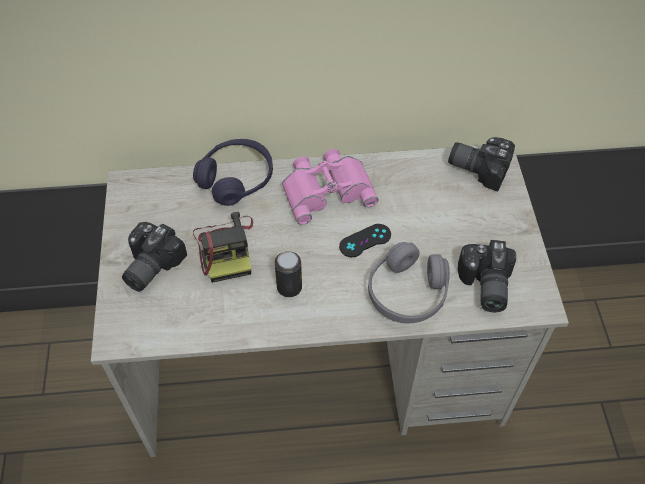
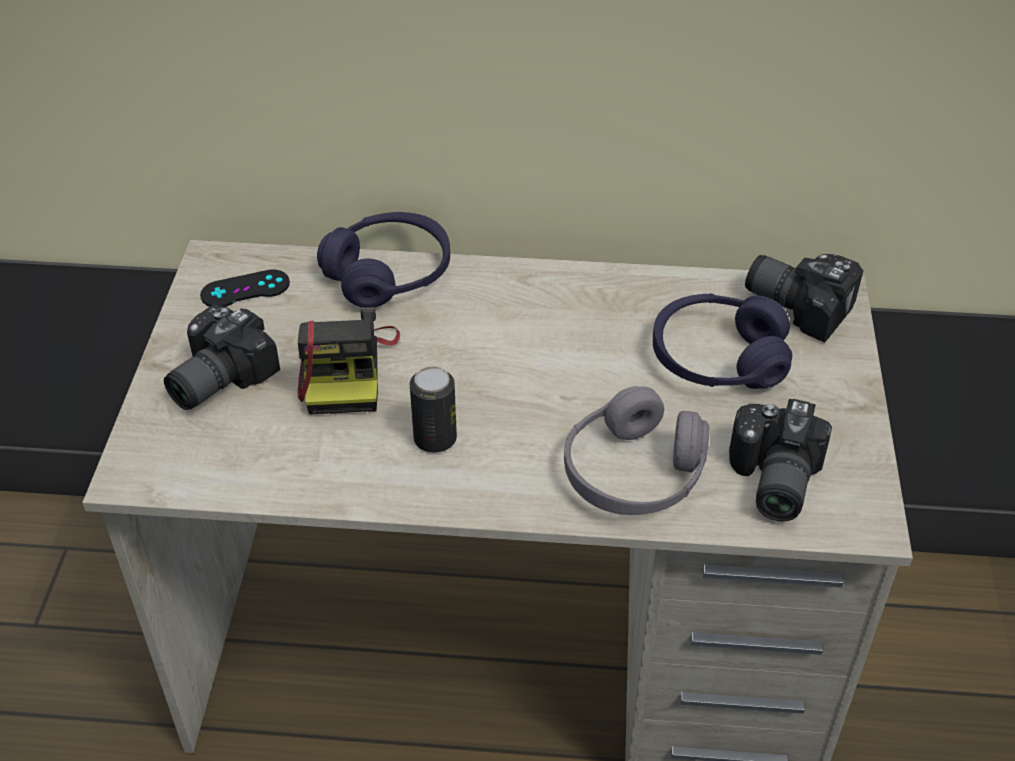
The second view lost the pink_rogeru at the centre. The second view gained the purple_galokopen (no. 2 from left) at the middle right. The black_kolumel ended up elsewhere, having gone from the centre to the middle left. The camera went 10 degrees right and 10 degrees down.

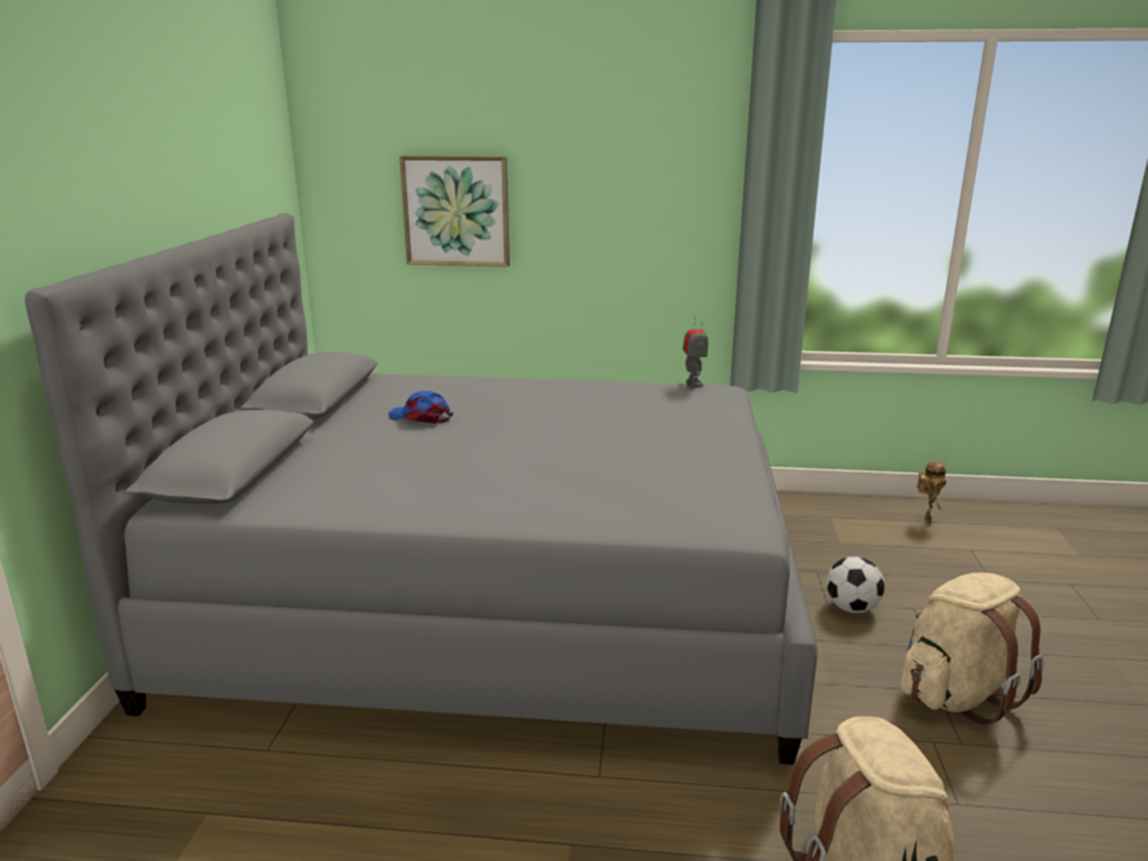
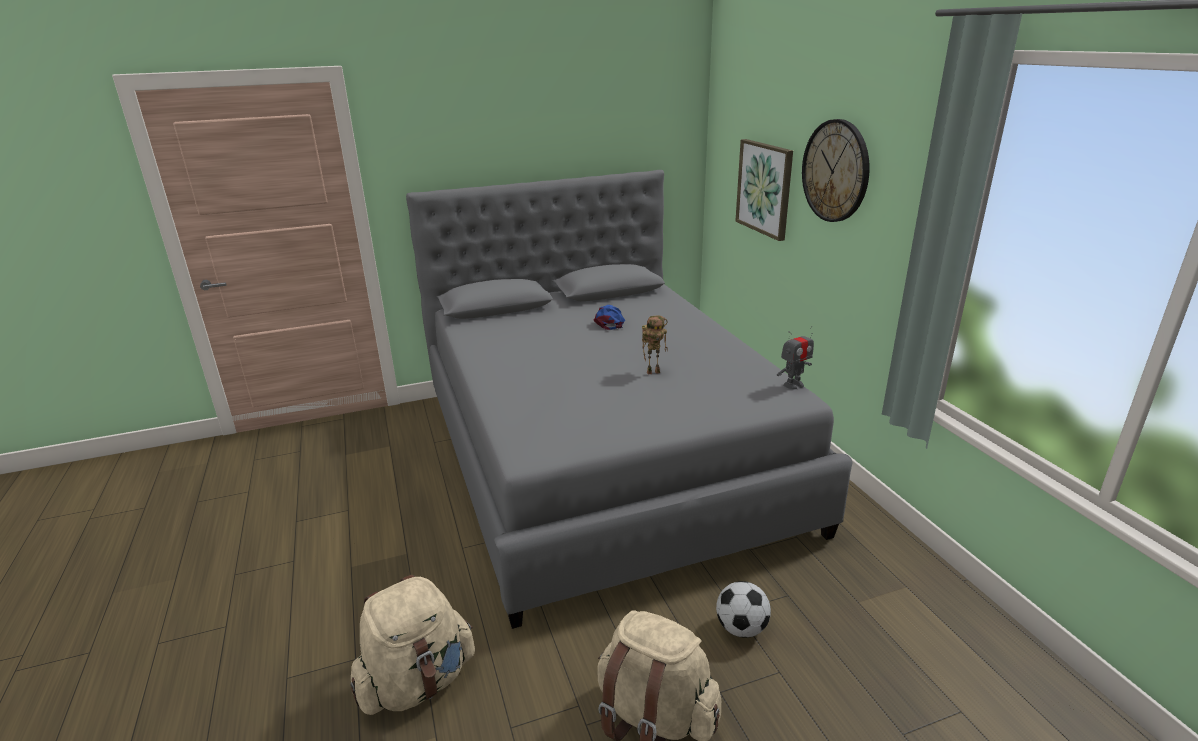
The second view gained the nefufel at the top right. The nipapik (no. 2 from left in the first image) ended up elsewhere, having gone from the middle right to the centre. The camera went 65 degrees right and 5 degrees up.

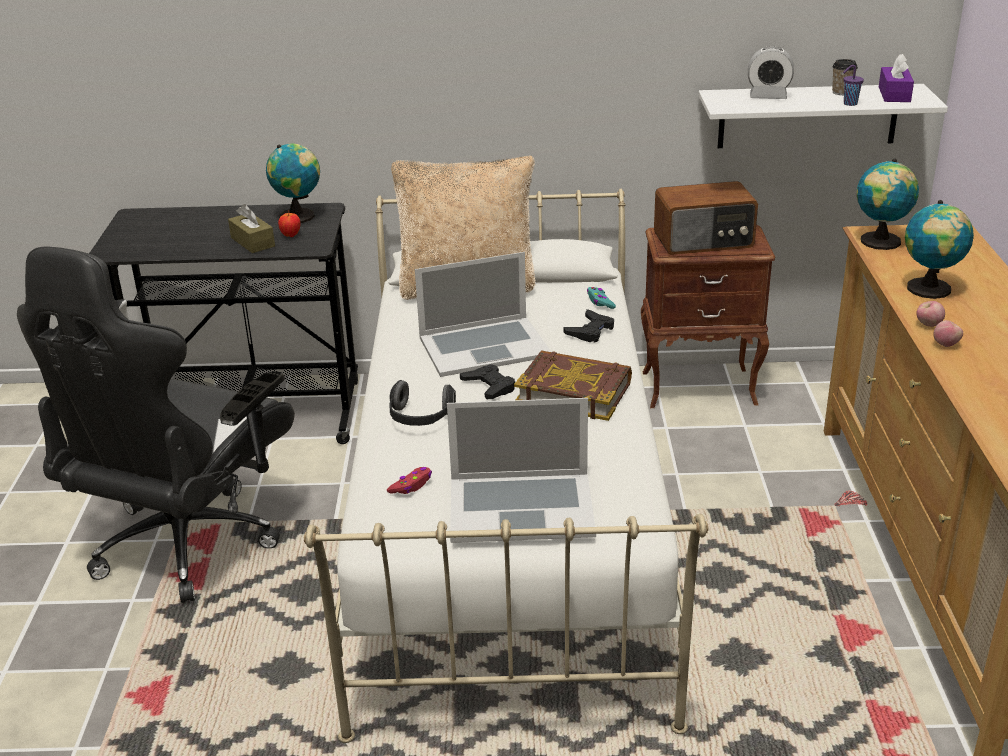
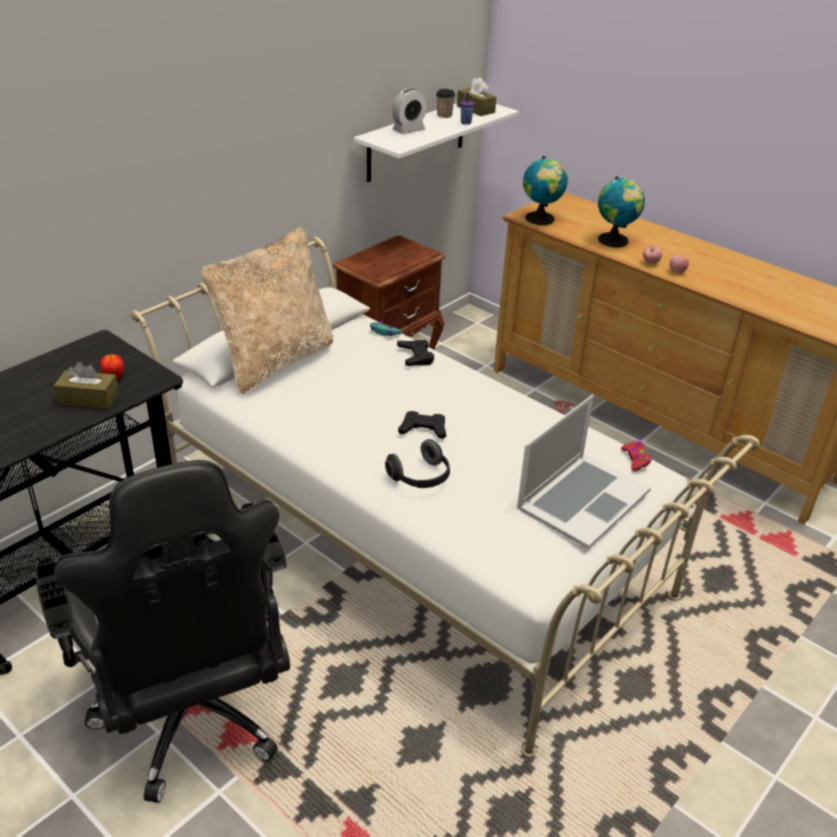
The second view lost the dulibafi (no. 1 from left) at the top left. The second view lost the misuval (no. 1 from left) at the centre. The second view lost the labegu at the centre. The second view lost the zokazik at the top right. The red_kolumel ended up elsewhere, having gone from the centre to the middle right. What was the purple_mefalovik at the top right turned into the brown_mefalovik (no. 2 from left) at the top centre. The camera went 50 degrees left and 5 degrees up.

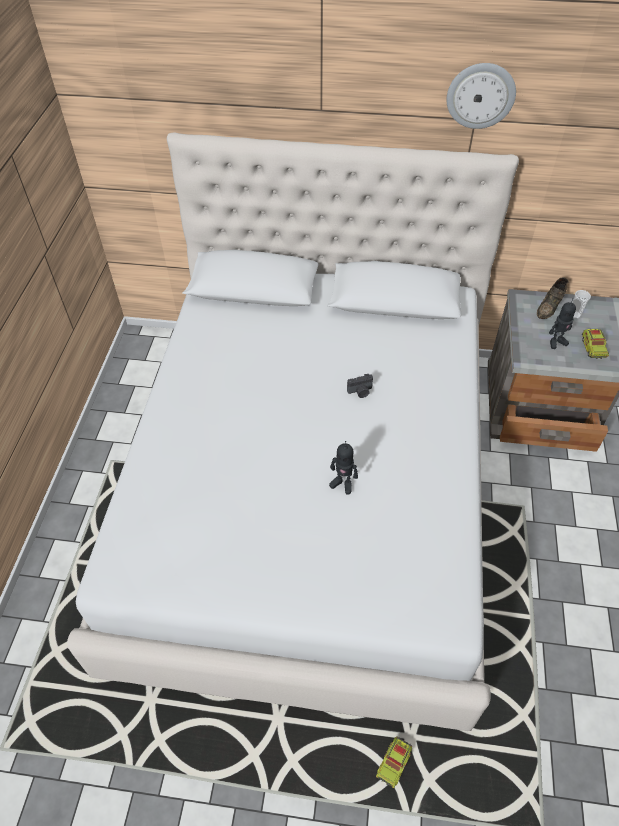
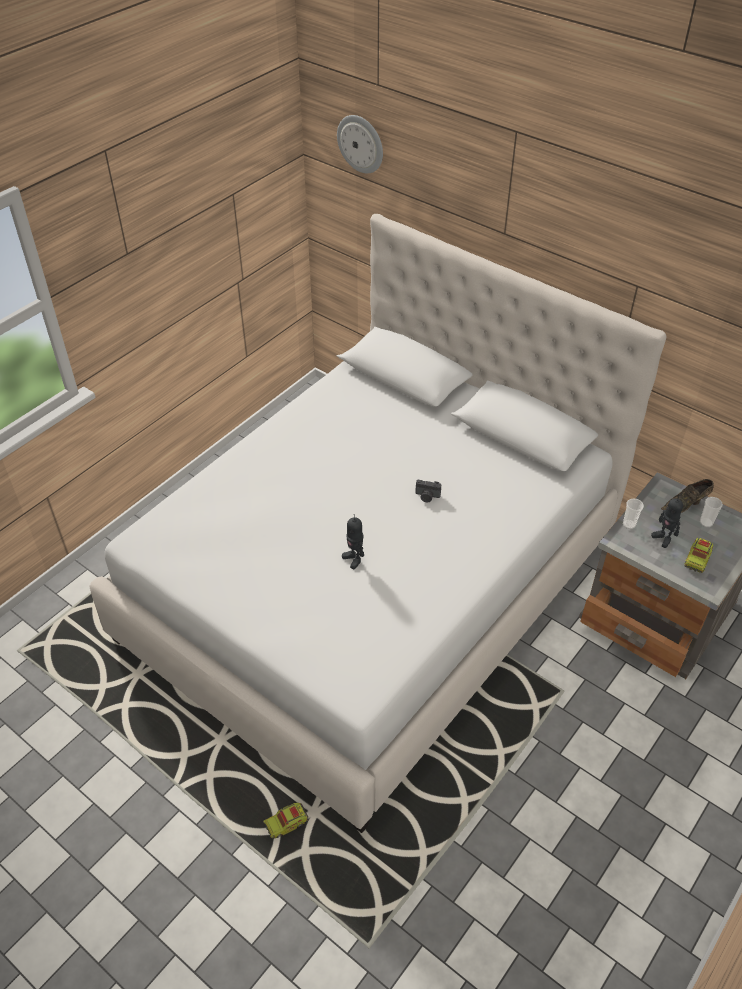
The second view gained the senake (no. 1 from left) at the middle right. The nefufel ended up elsewhere, having gone from the top right to the top centre. The nipapik (no. 2 from left) at the middle right ended up facing another way, 45 degrees clockwise from before. The camera went 30 degrees right and 5 degrees down.

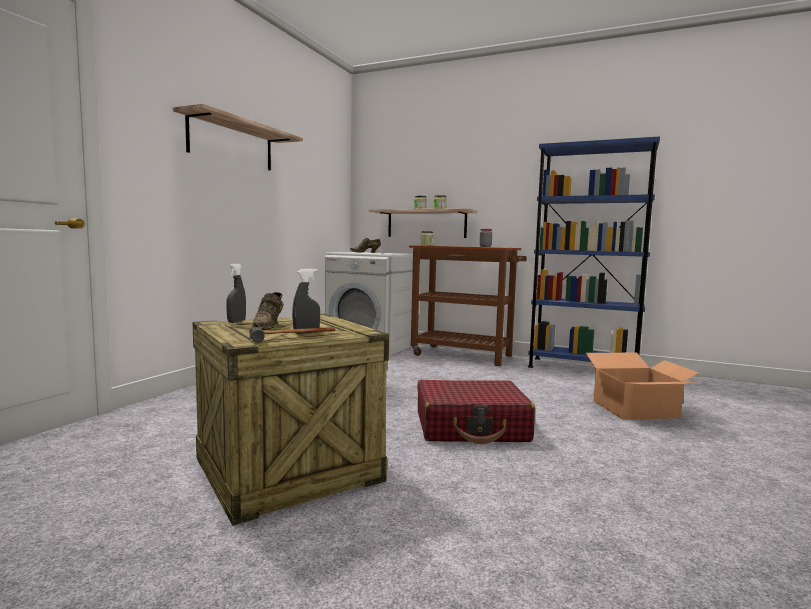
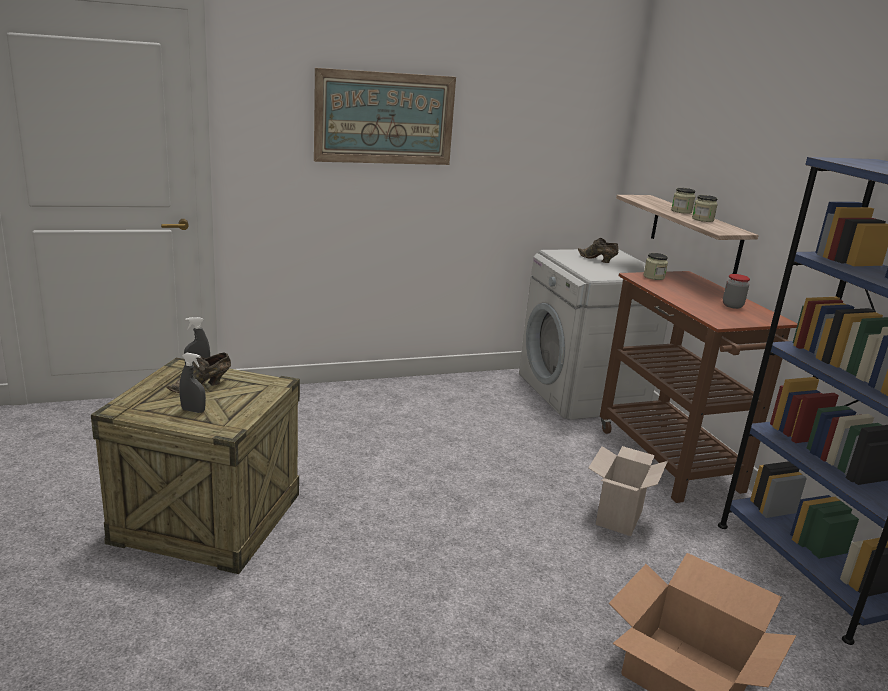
The second view lost the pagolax at the centre. The second view lost the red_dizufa at the bottom centre. The second view gained the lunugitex (no. 1 from left) at the bottom right. Where the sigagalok (no. 1 from left) hung at the top left, the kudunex came to hang at the top centre. The camera went 45 degrees right and 15 degrees up.

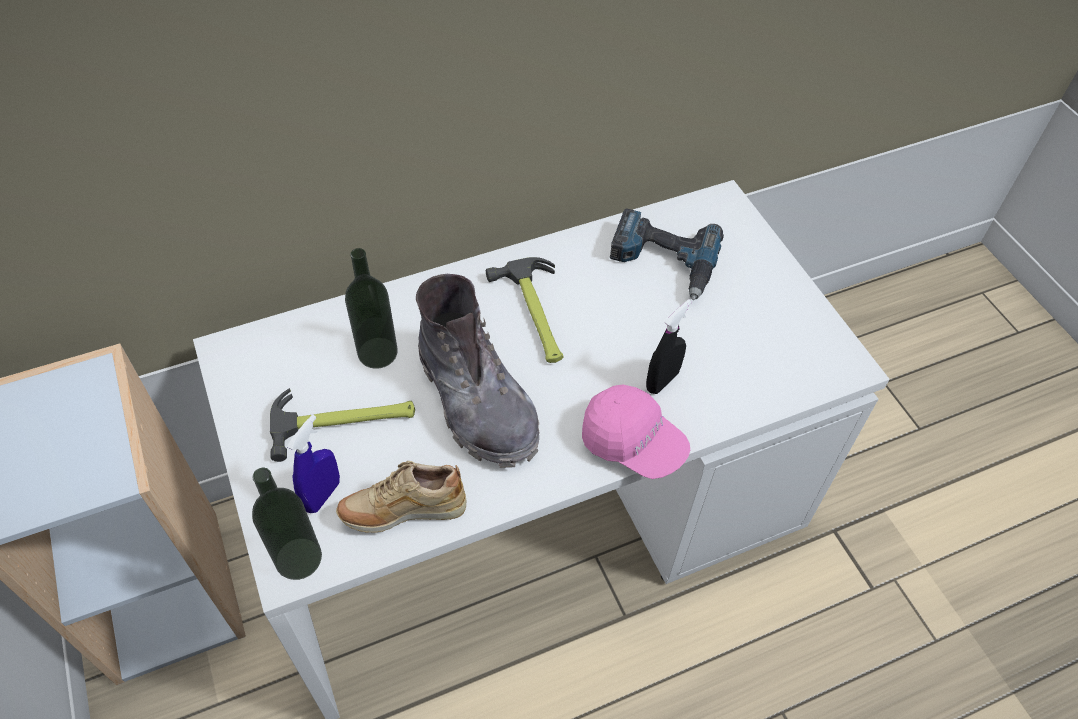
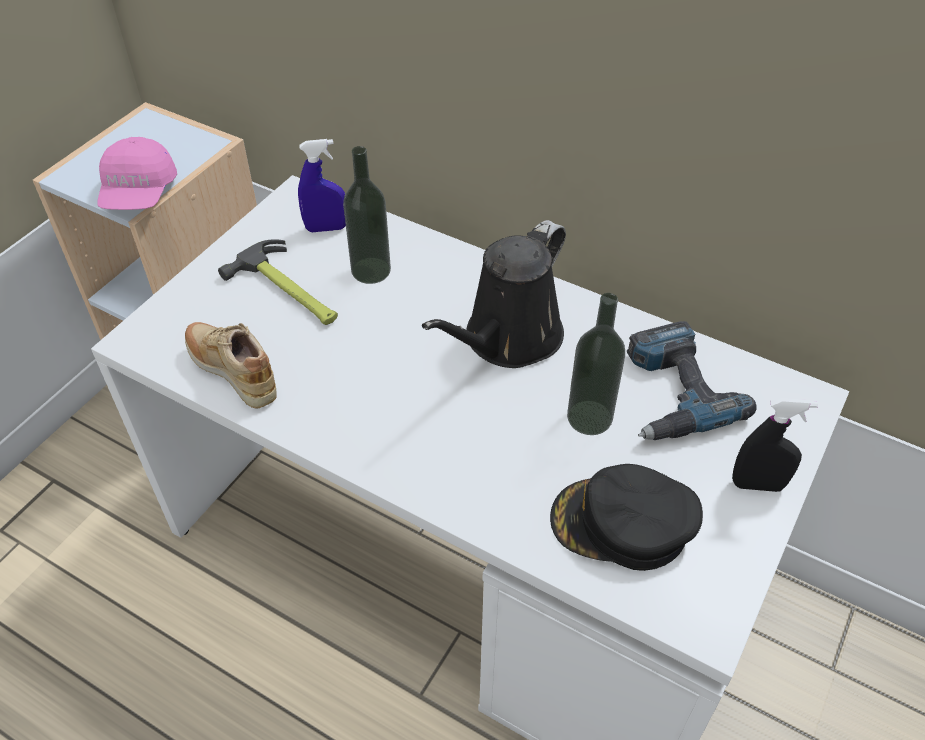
The second view lost the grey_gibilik at the centre. The second view gained the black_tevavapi at the bottom right. The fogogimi (no. 1 from left in the first image) ended up elsewhere, having gone from the bottom left to the centre. The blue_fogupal ended up elsewhere, having gone from the middle left to the top centre. The pink_tevavapi ended up elsewhere, having gone from the centre to the top left. The black_fogupal ended up elsewhere, having gone from the centre to the middle right. Where the pagolax (no. 2 from left) stood at the centre, the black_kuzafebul came to stand at the centre. The camera went 55 degrees right and 5 degrees down.

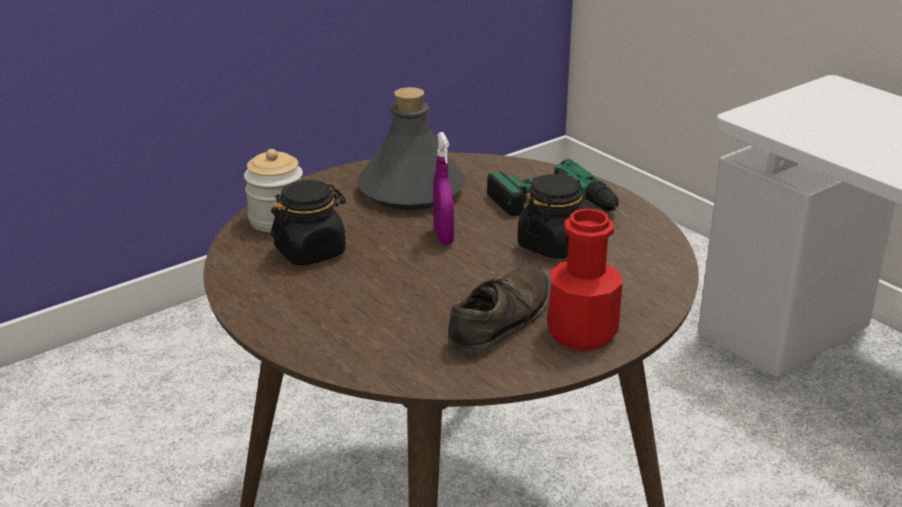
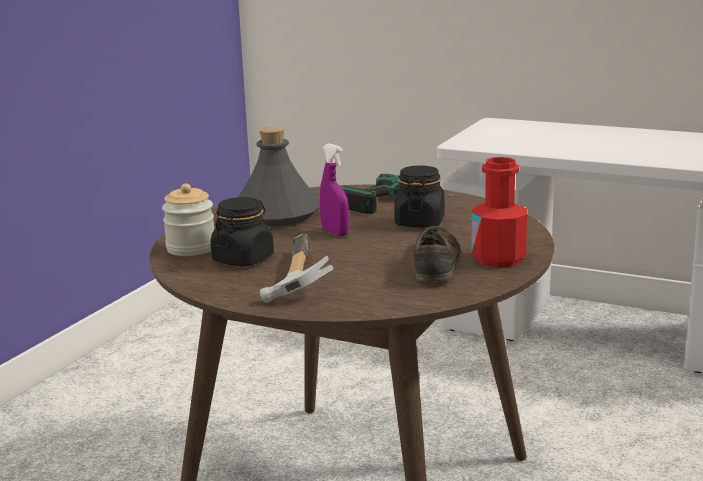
The second view gained the pagolax at the centre. The camera went 25 degrees left and 10 degrees down.

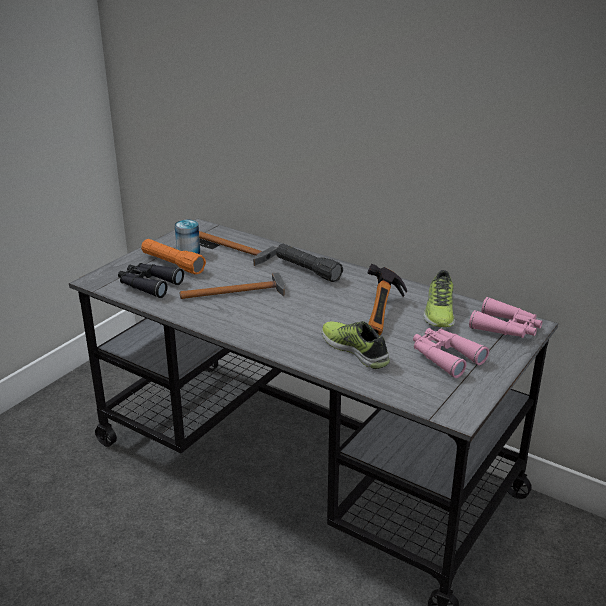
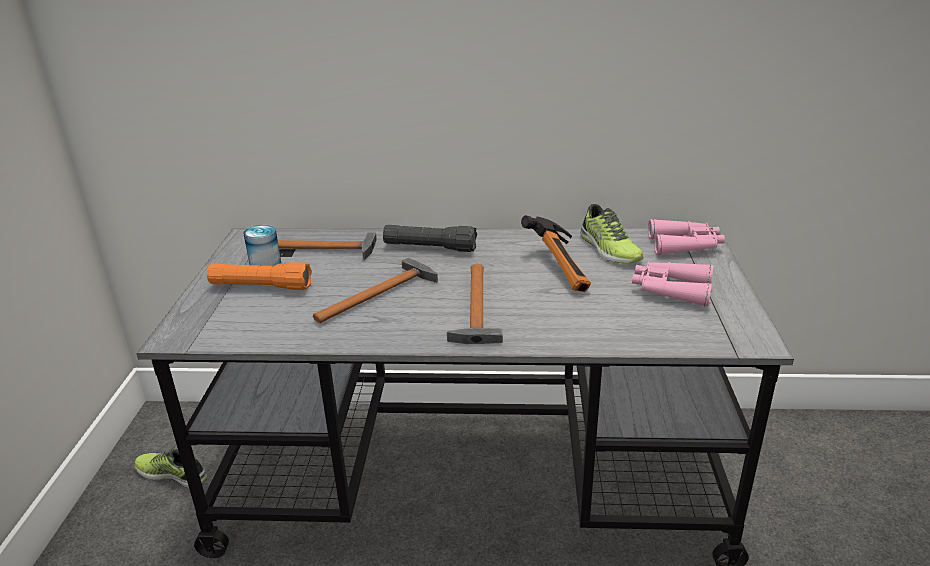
The second view lost the black_rogeru at the middle left. The second view gained the pagolax (no. 3 from left) at the centre. The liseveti (no. 1 from left) ended up elsewhere, having gone from the centre to the bottom left. The camera went 30 degrees left and 0 degrees up.

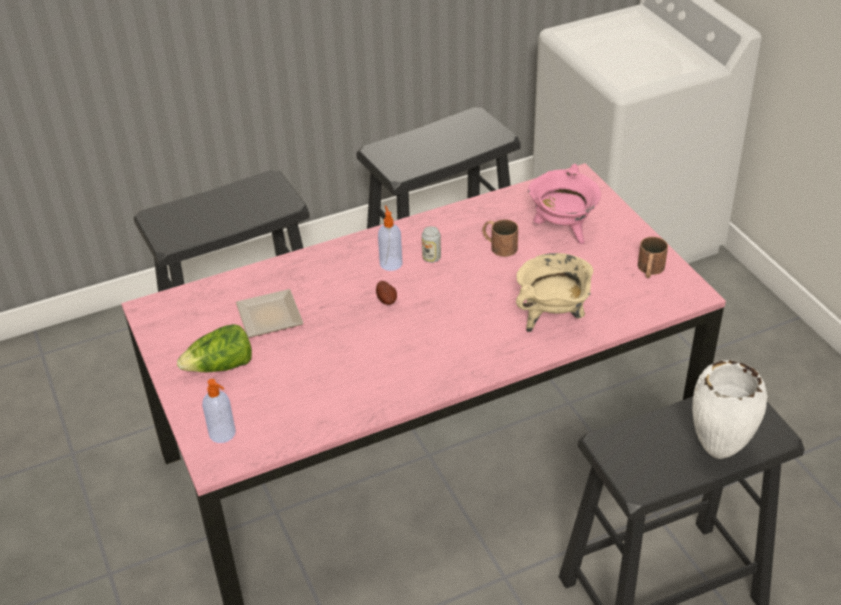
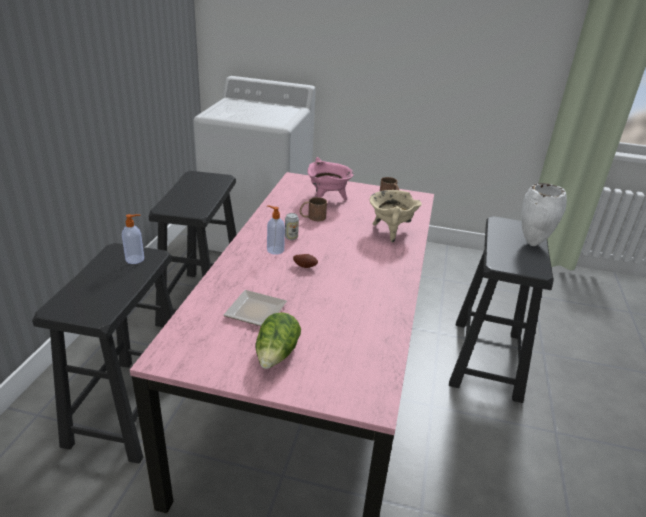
The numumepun (no. 1 from left) ended up elsewhere, having gone from the bottom left to the middle left. The camera went 55 degrees left and 10 degrees down.

